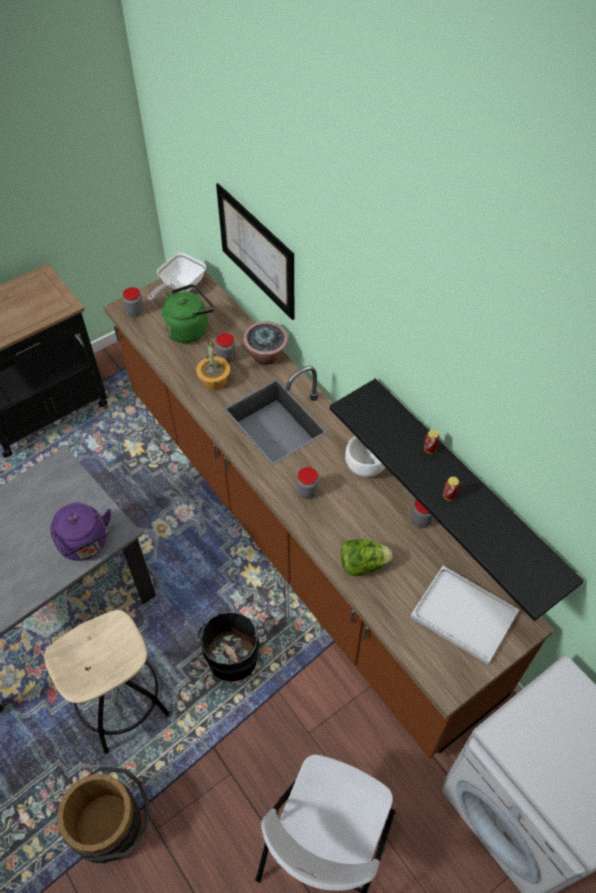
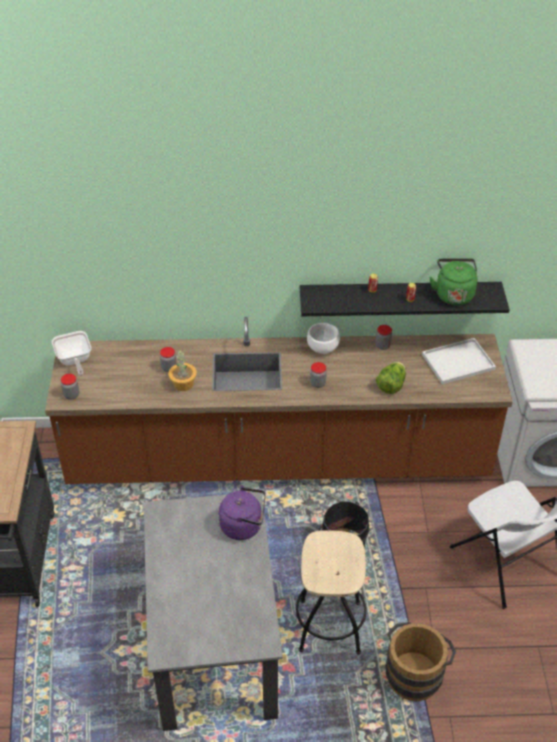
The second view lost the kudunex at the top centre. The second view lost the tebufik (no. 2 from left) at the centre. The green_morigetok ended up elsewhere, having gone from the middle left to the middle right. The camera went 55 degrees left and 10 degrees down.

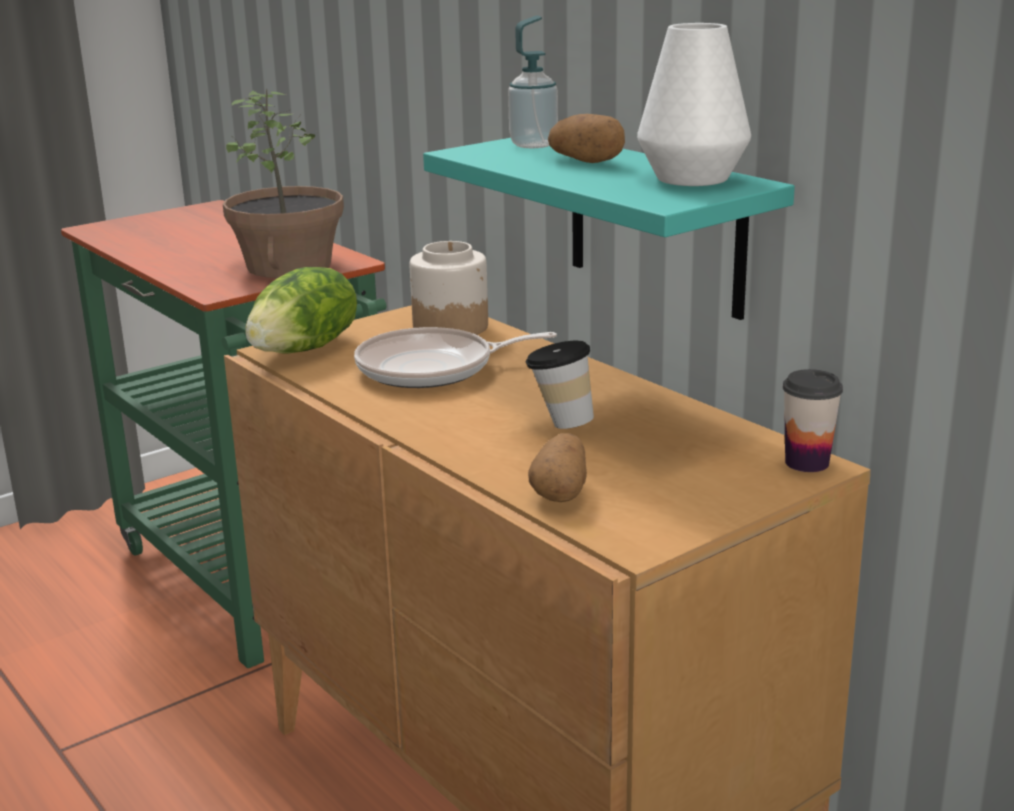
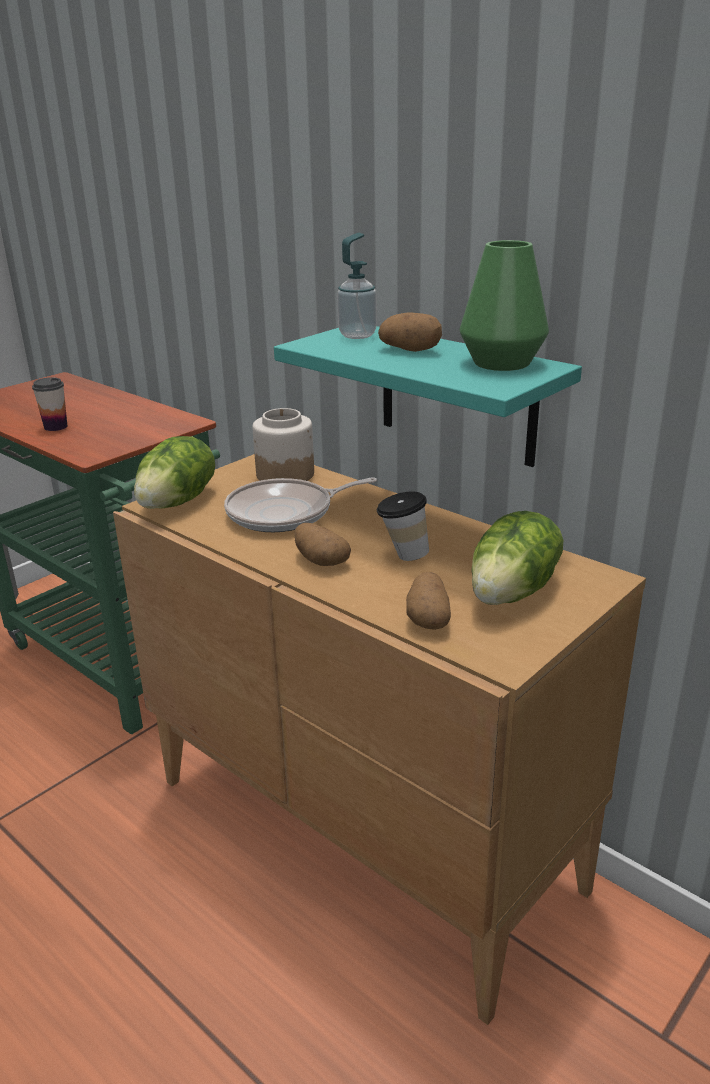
The second view lost the tebufik at the top left. The second view gained the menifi (no. 1 from left) at the centre. The second view gained the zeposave (no. 2 from left) at the middle right. The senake (no. 2 from left in the first image) ended up elsewhere, having gone from the middle right to the middle left. What was the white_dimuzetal at the top right turned into the green_dimuzetal at the top right. The camera went 10 degrees left and 5 degrees up.

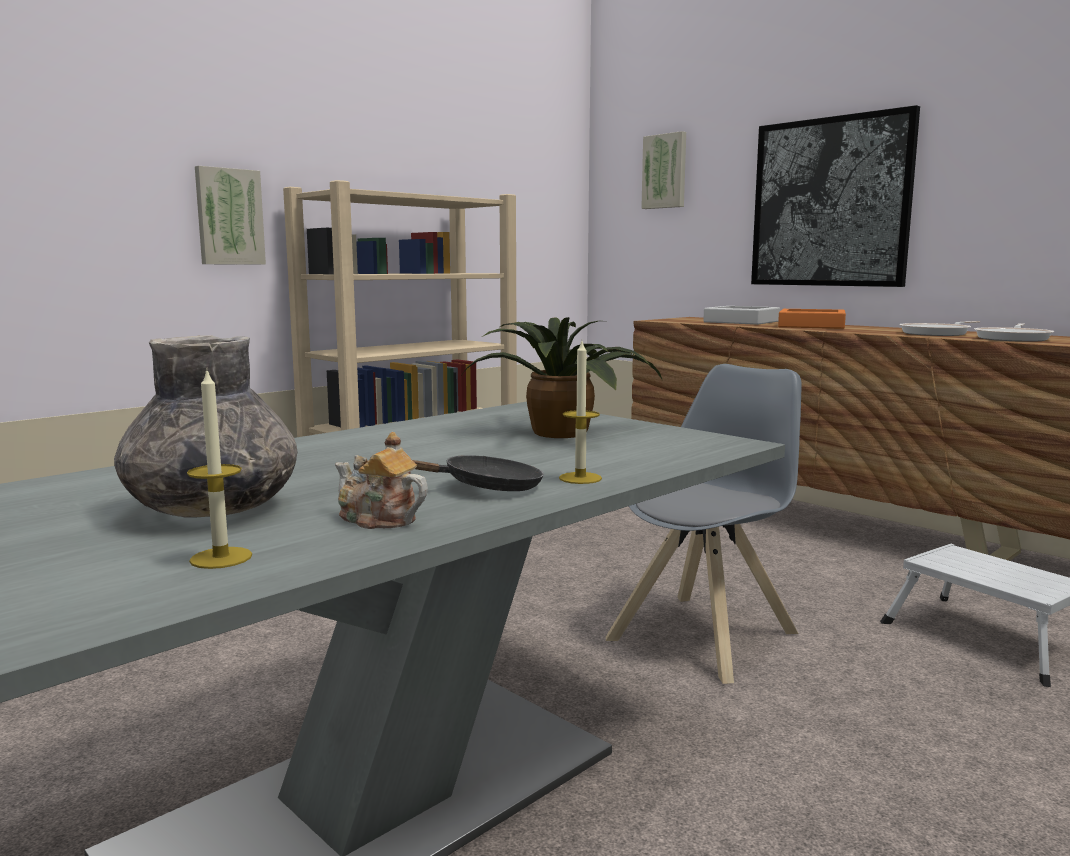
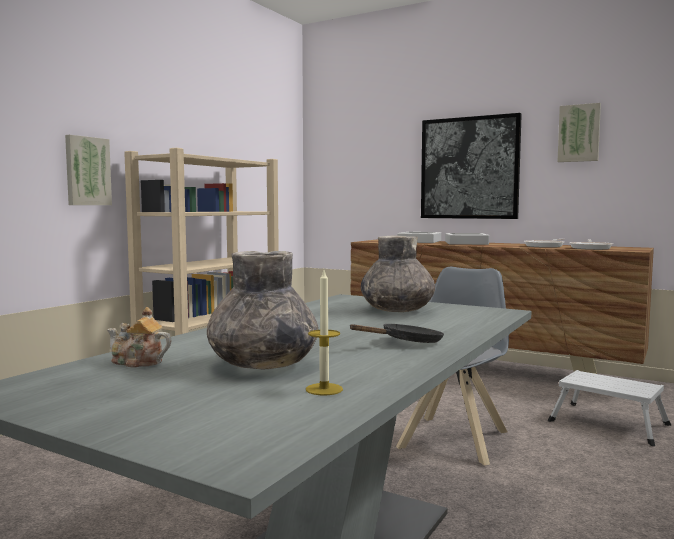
The second view lost the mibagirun (no. 2 from left) at the centre. The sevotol ended up elsewhere, having gone from the centre to the middle left. The kudunex (no. 2 from left in the first image) ended up elsewhere, having gone from the top centre to the top right. Where the tebufik stood at the centre, the grey_dimuzetal (no. 2 from left) came to stand at the centre. What was the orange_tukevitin at the middle right turned into the grey_tukevitin (no. 2 from left) at the middle right. The camera went 15 degrees left and 5 degrees down.

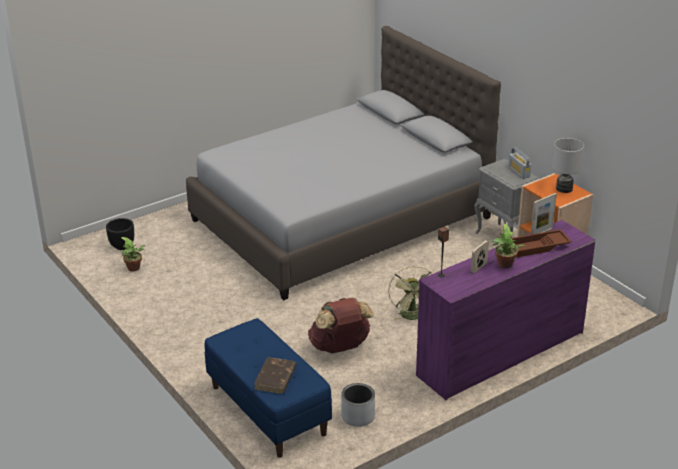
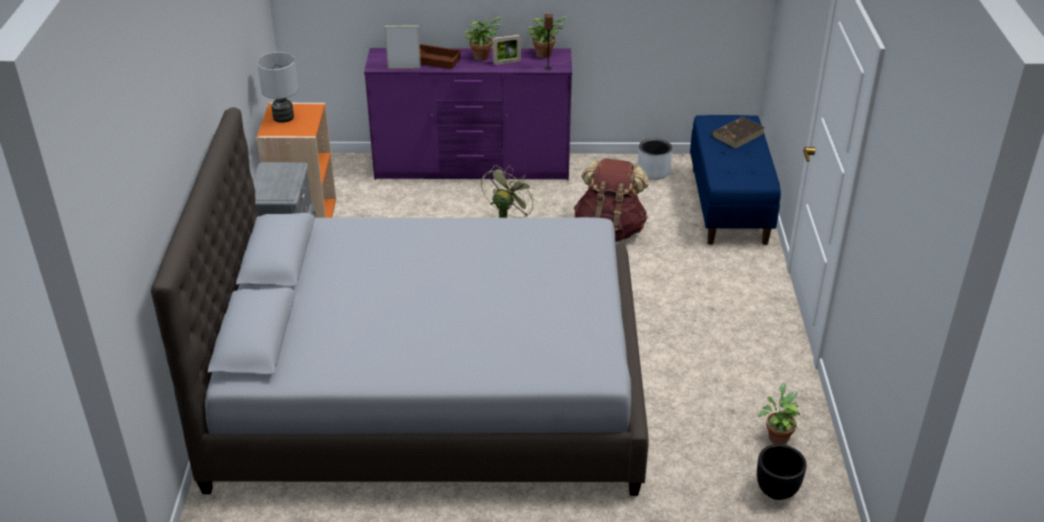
The second view lost the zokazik at the middle right. The second view gained the tebufik (no. 2 from left) at the top centre. The camera went 145 degrees left and 5 degrees up.

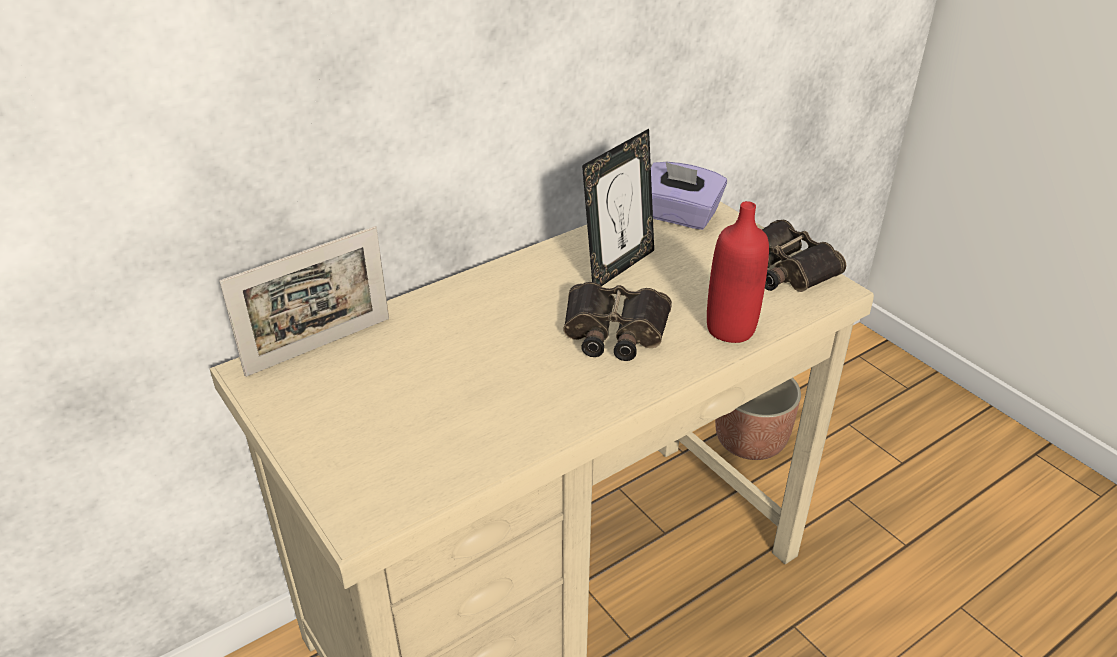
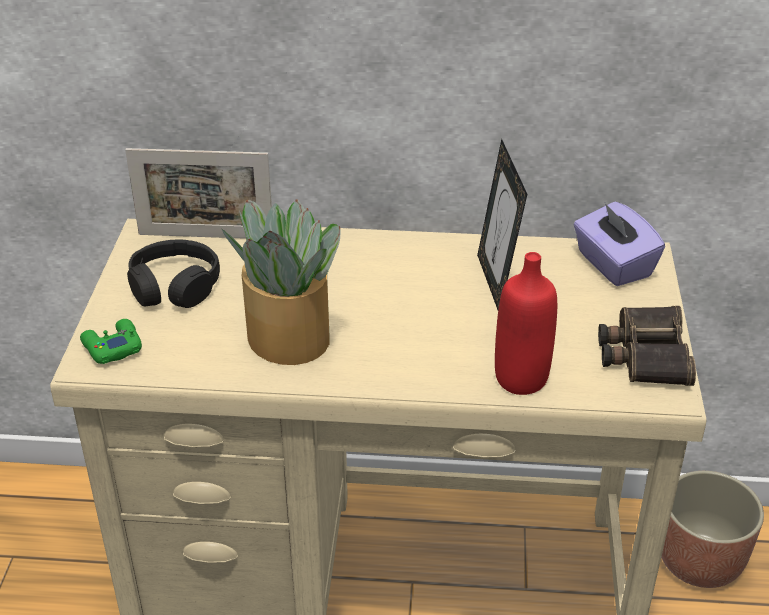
The second view lost the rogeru (no. 1 from left) at the centre. The second view gained the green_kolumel at the middle left. The second view gained the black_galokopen at the middle left. The second view gained the tebufik at the centre. The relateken (no. 2 from left) at the top centre ended up facing another way, 90 degrees clockwise from before. The camera went 40 degrees right and 0 degrees up.

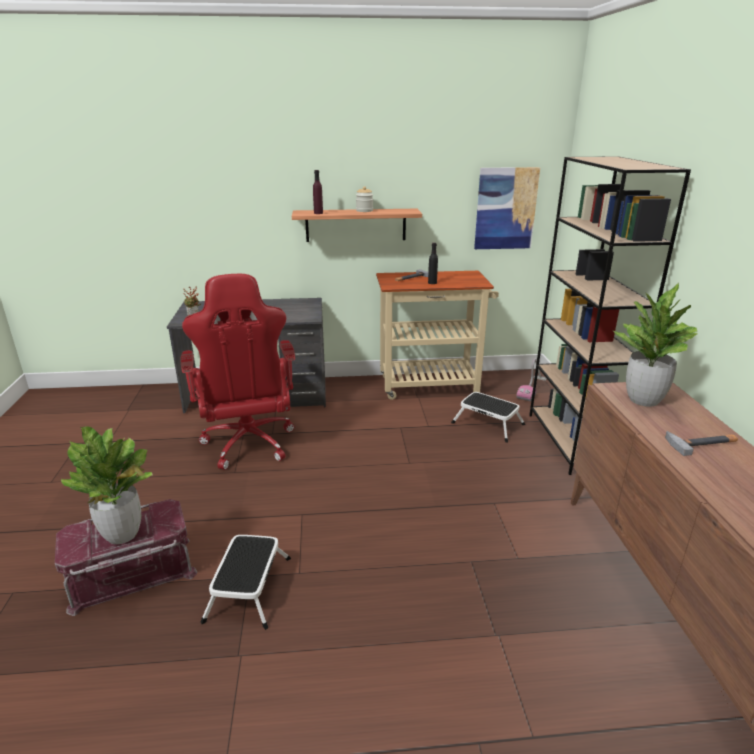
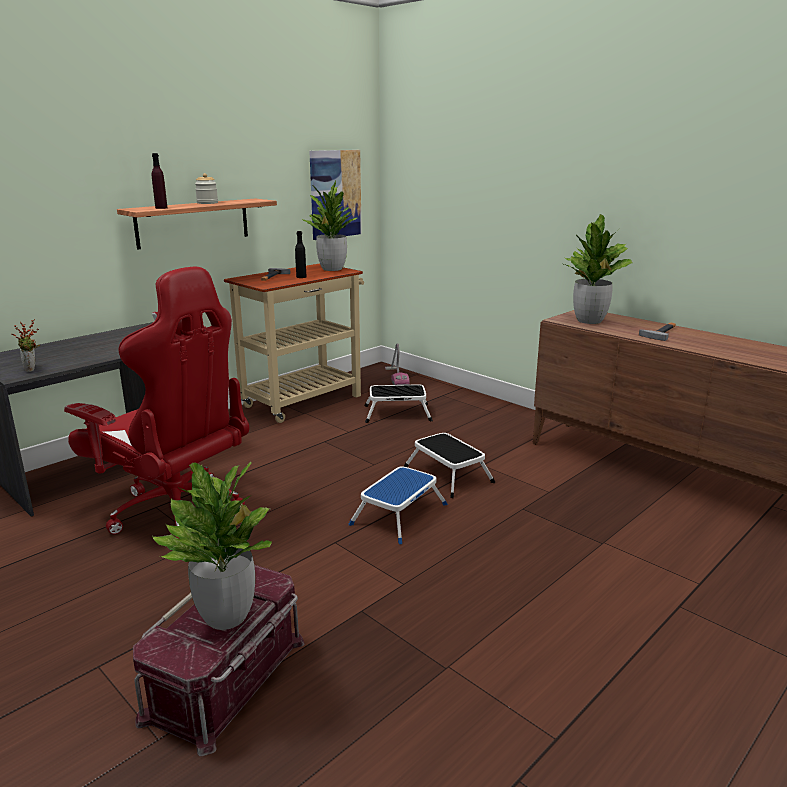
The second view lost the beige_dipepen at the middle right. The second view gained the tebufik (no. 3 from left) at the top centre. The second view gained the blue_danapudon at the centre. The black_danapudon (no. 1 from left in the first image) ended up elsewhere, having gone from the bottom left to the centre. The camera went 40 degrees left and 5 degrees down.

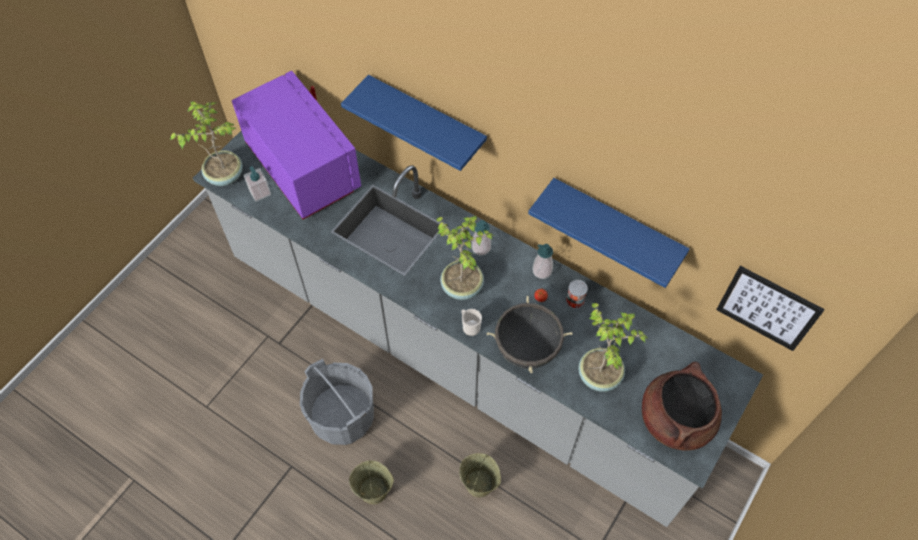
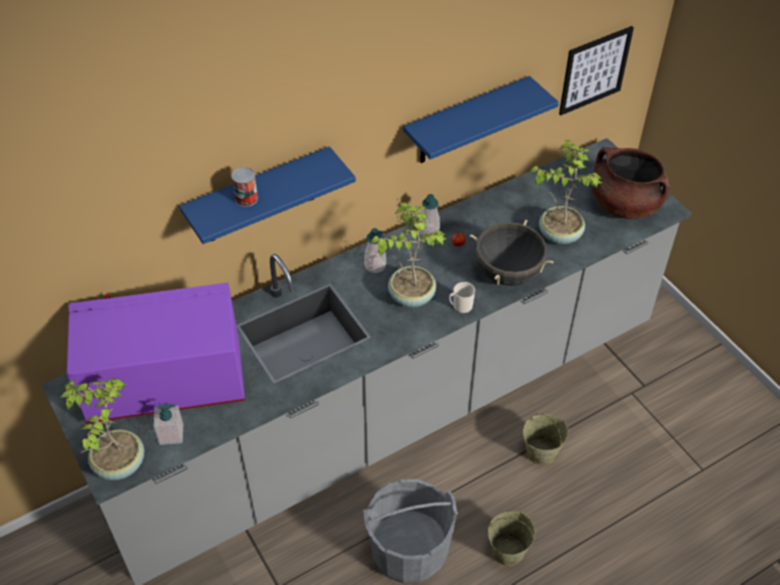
The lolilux ended up elsewhere, having gone from the centre to the top left. The camera went 65 degrees left and 10 degrees down.

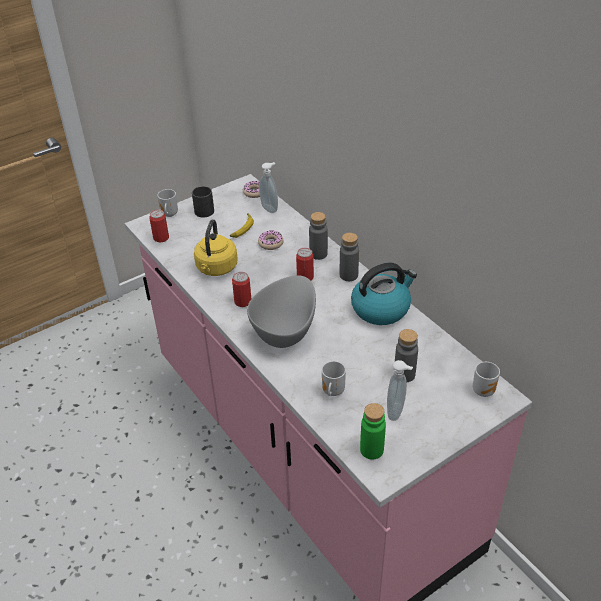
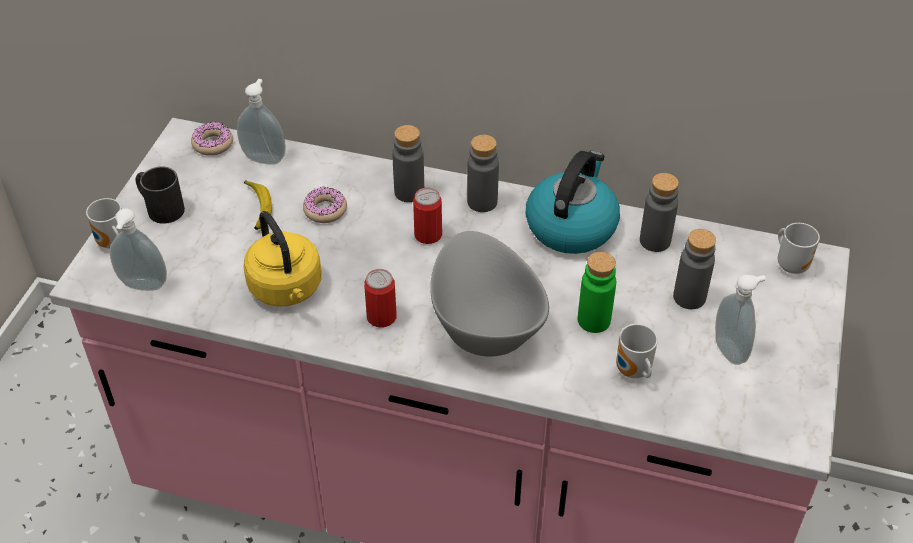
The second view gained the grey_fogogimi (no. 3 from left) at the middle right. The green_fogogimi ended up elsewhere, having gone from the bottom centre to the centre. Where the lolilux (no. 1 from left) stood at the middle left, the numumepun (no. 1 from left) came to stand at the middle left. The camera went 40 degrees left and 5 degrees up.

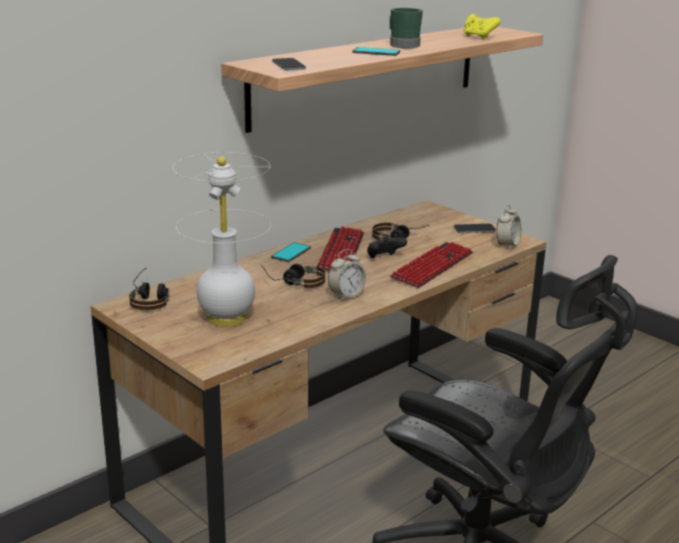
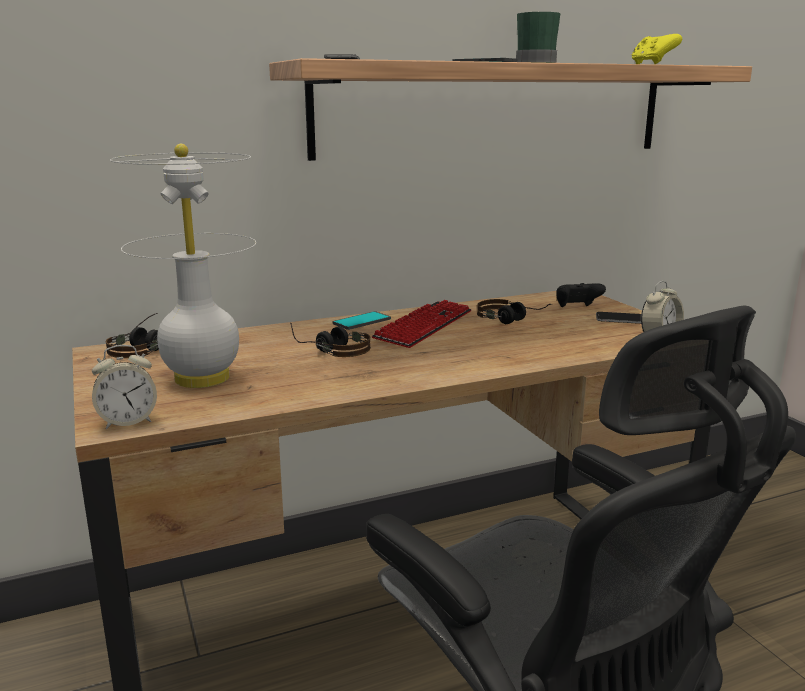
The second view lost the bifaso (no. 2 from left) at the centre. The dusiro (no. 1 from left) ended up elsewhere, having gone from the centre to the middle left. The black_kolumel ended up elsewhere, having gone from the centre to the middle right. The camera went 20 degrees right and 5 degrees down.

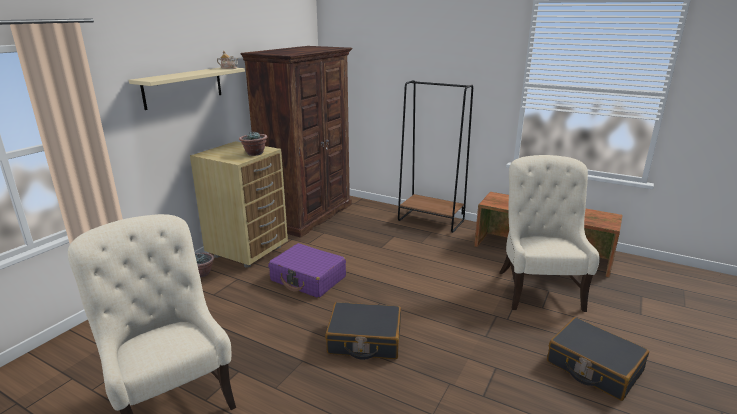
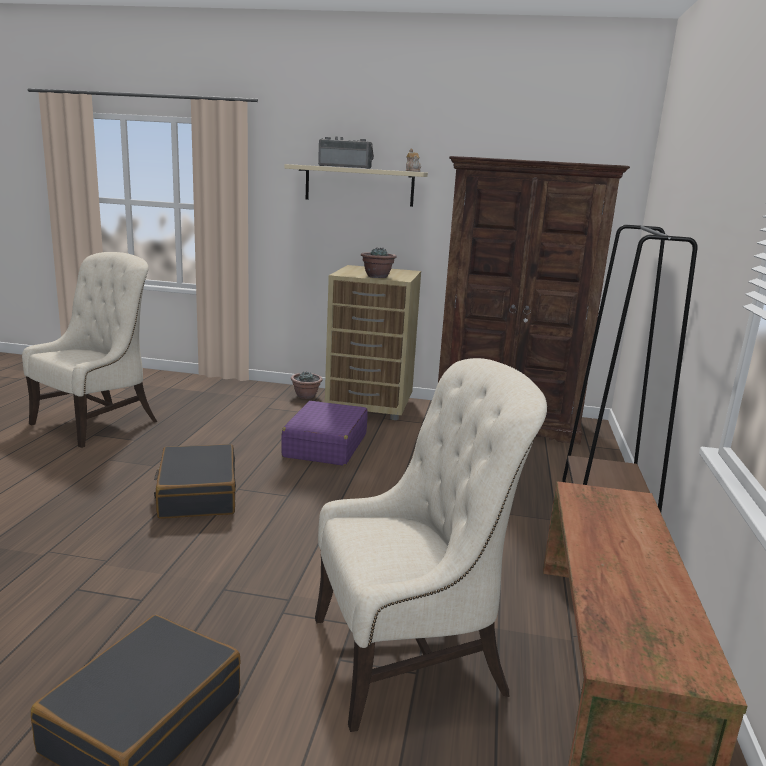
The second view gained the zokazik at the top centre. The camera went 70 degrees right and 5 degrees down.

